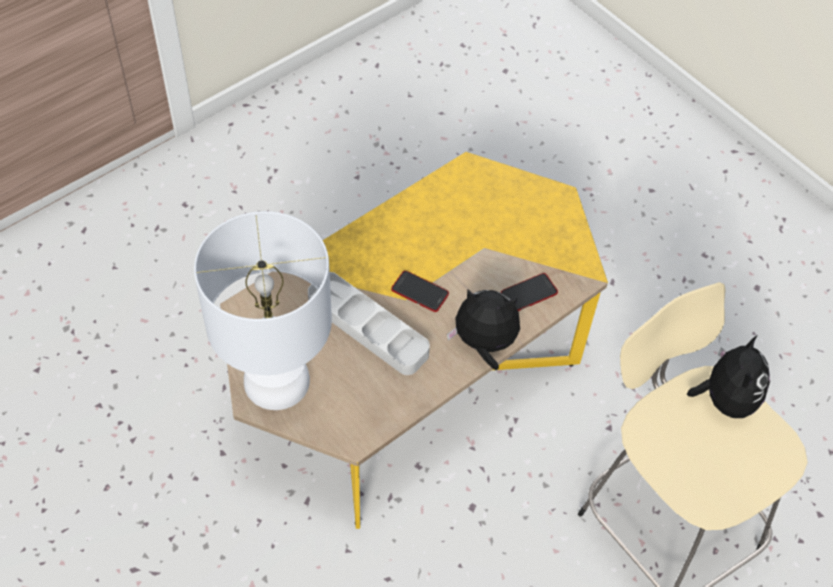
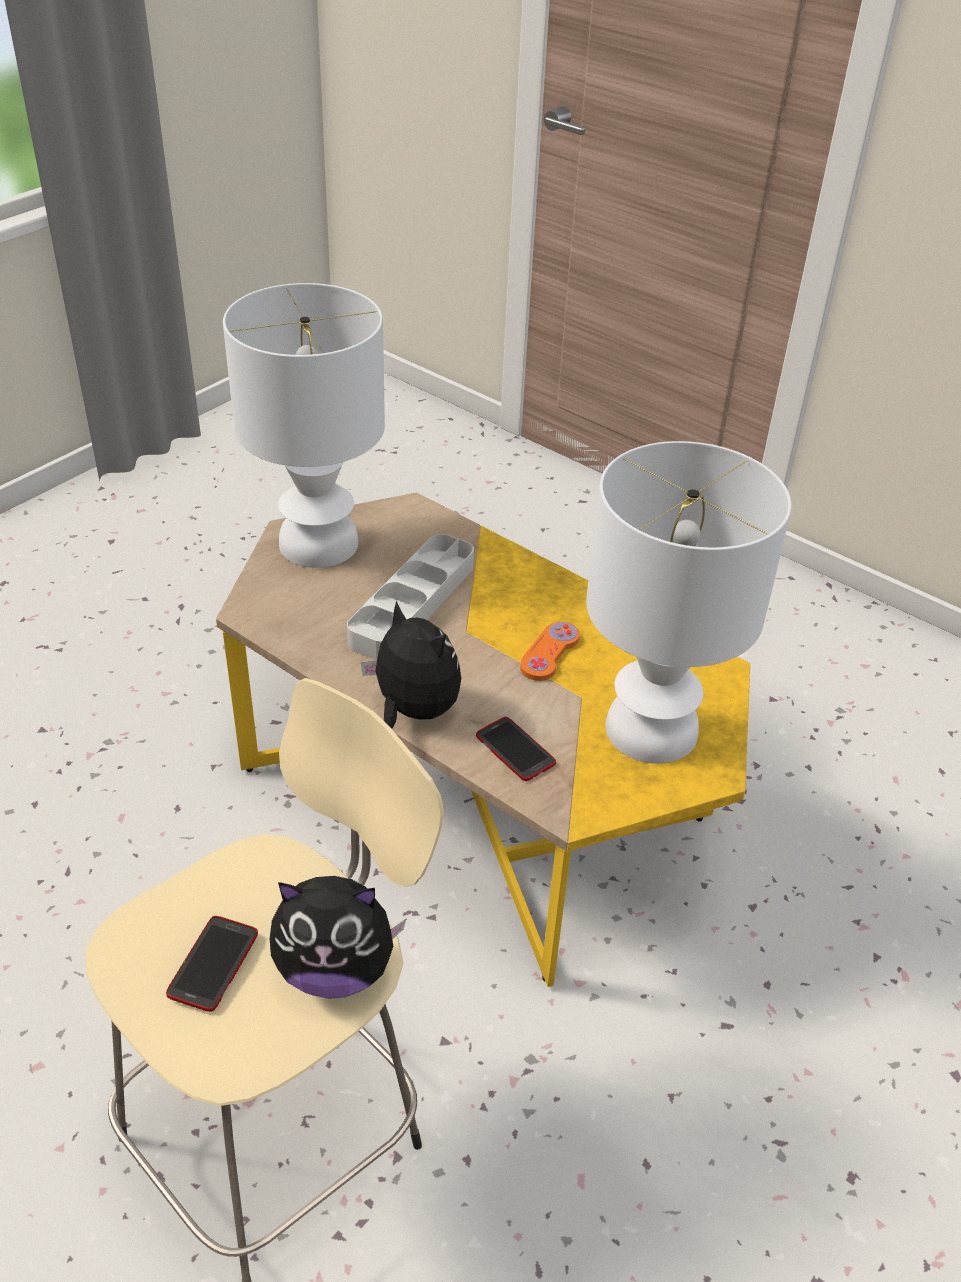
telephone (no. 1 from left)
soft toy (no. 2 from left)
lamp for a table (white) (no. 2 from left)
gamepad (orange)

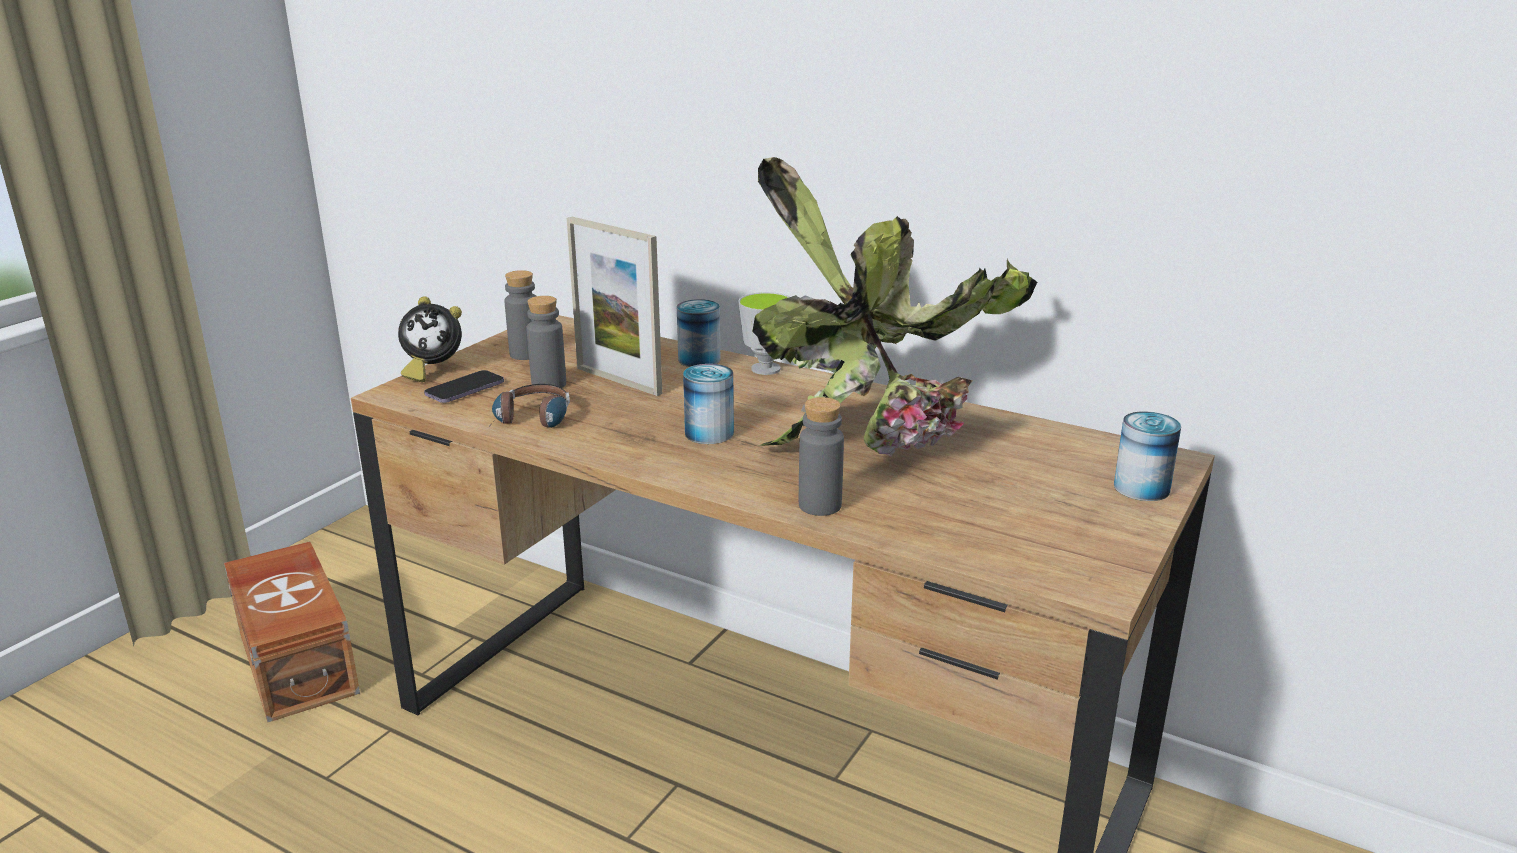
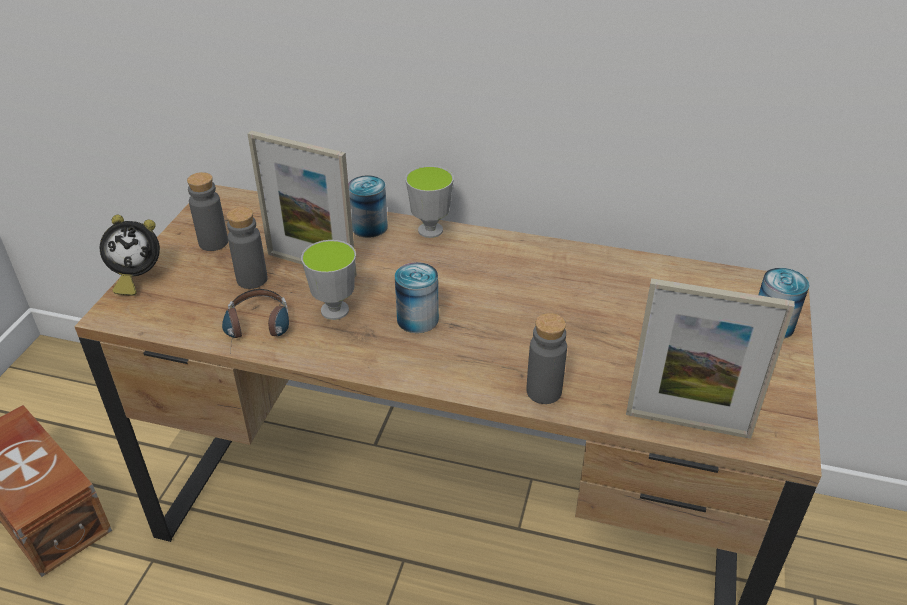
potted plant
telephone
drinking cup (no. 1 from left)
photo frame (no. 2 from left)

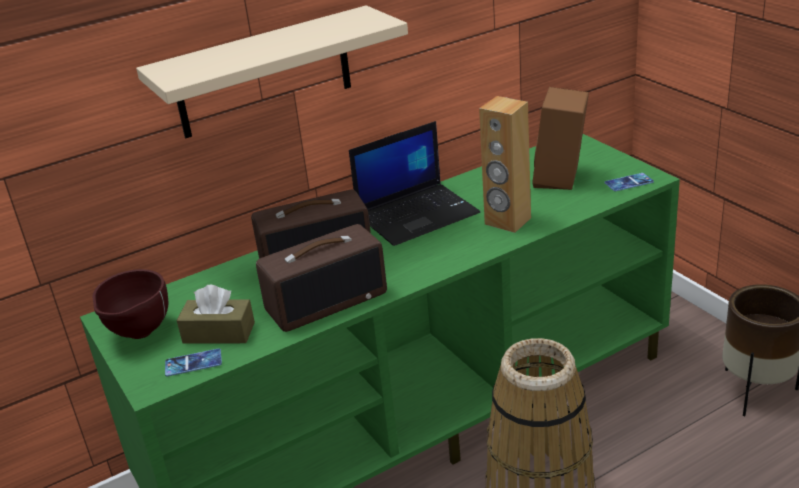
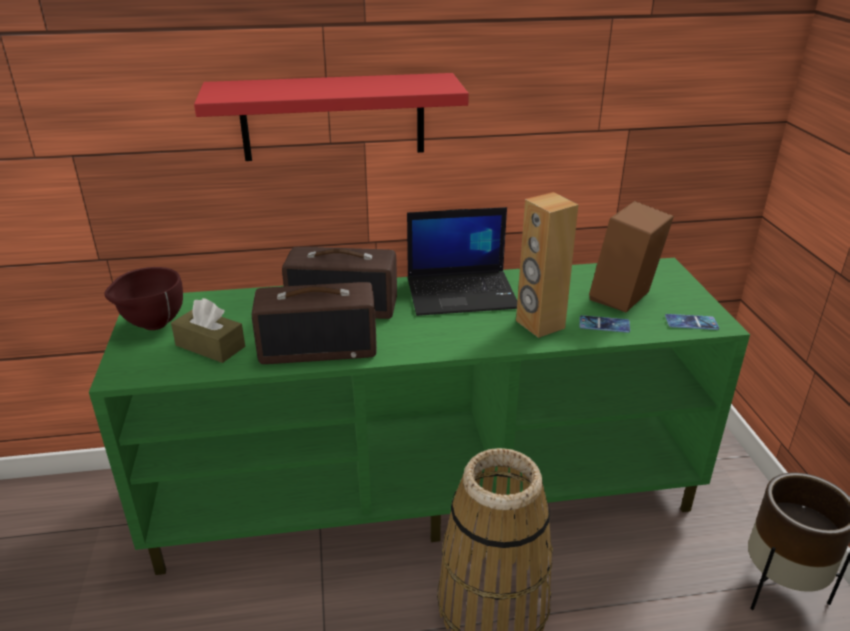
wall shelf (red)
telephone (no. 1 from left)

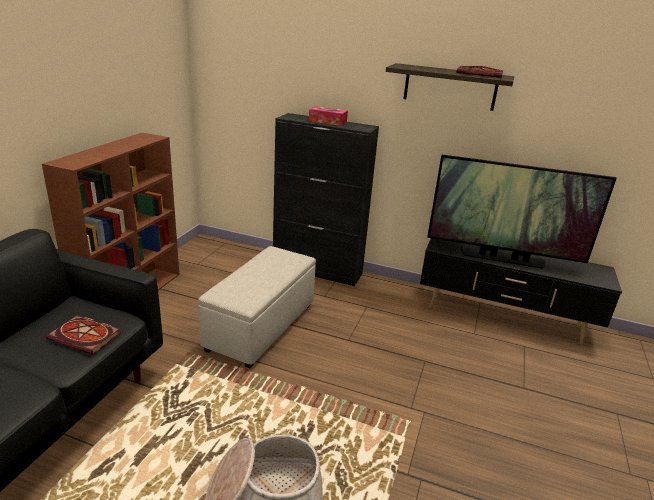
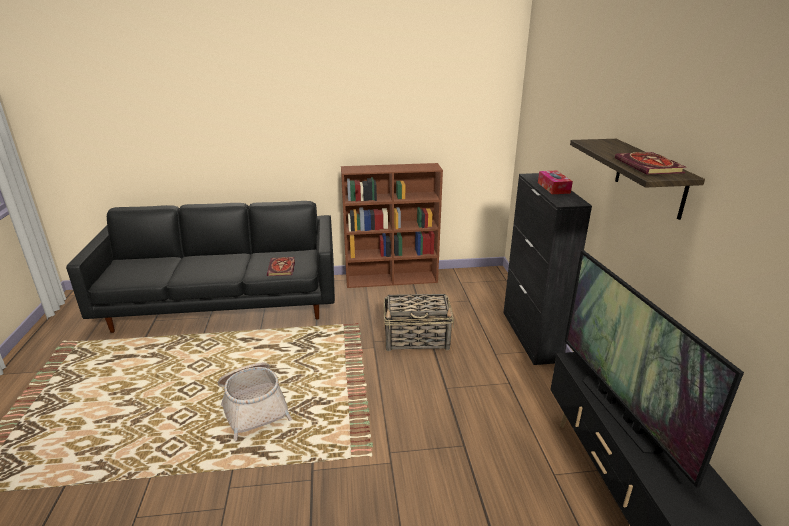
basket (no. 2 from left)

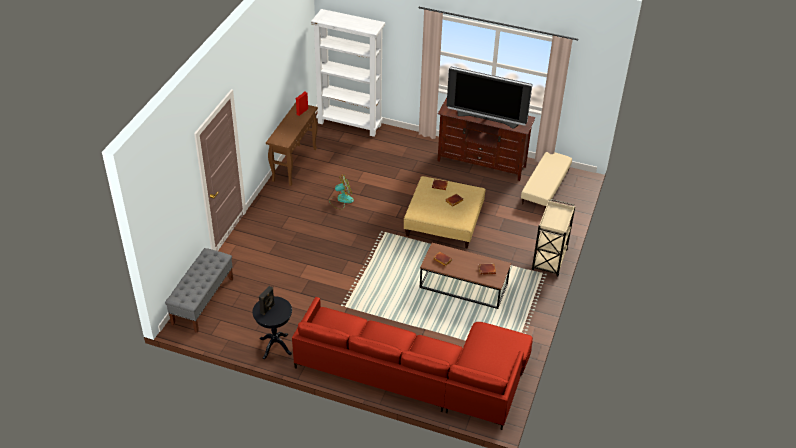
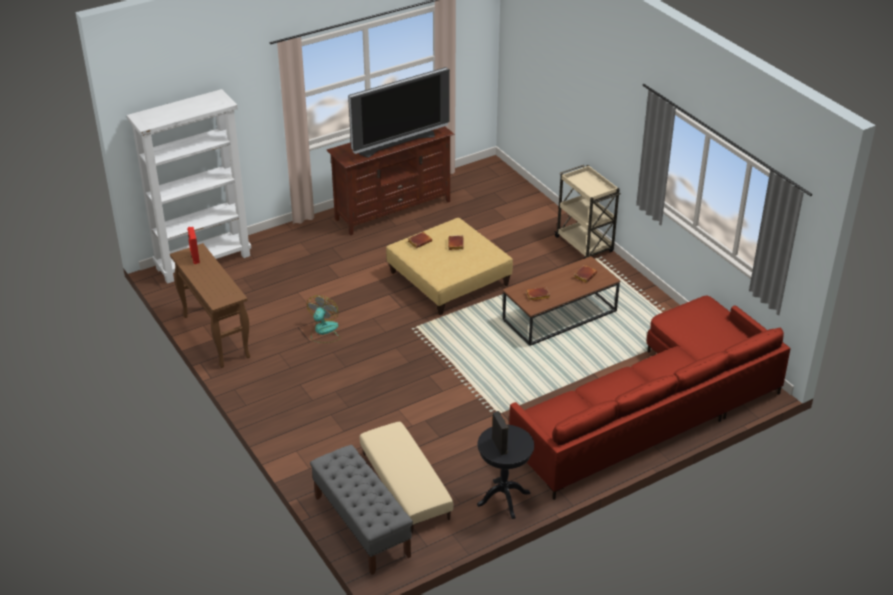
pouffe (beige) (no. 1 from left)

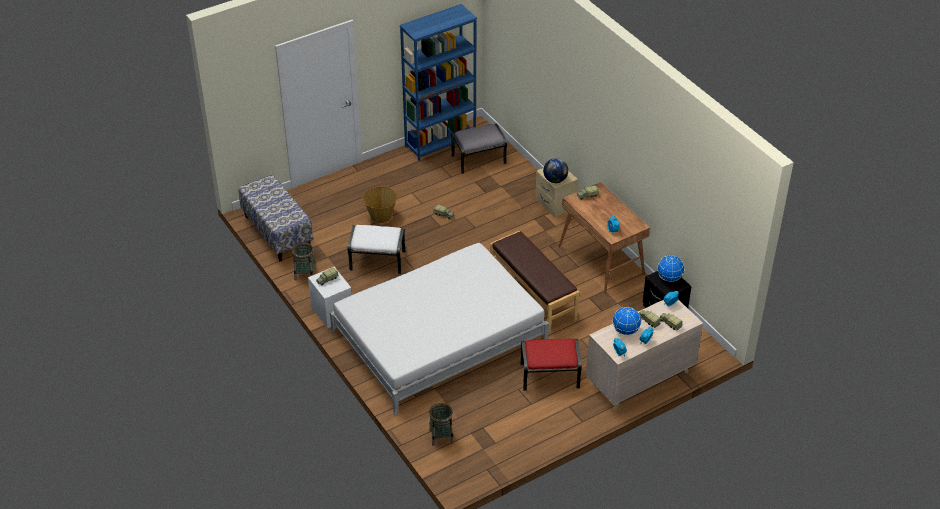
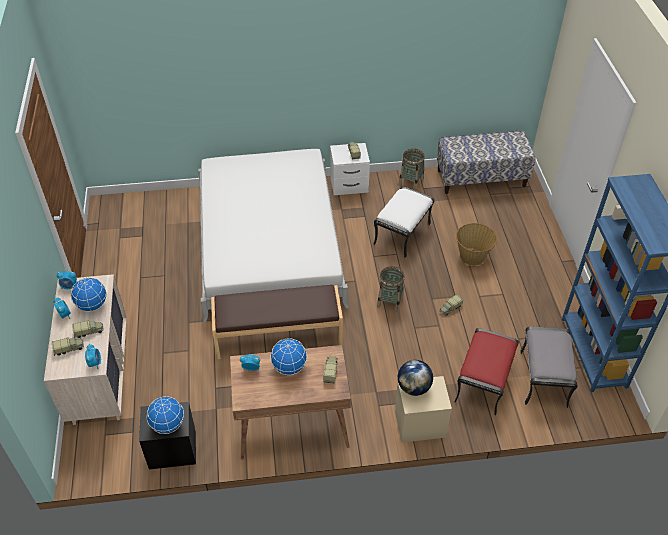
pouffe (red)
basket (no. 1 from left)
world globe (no. 3 from left)

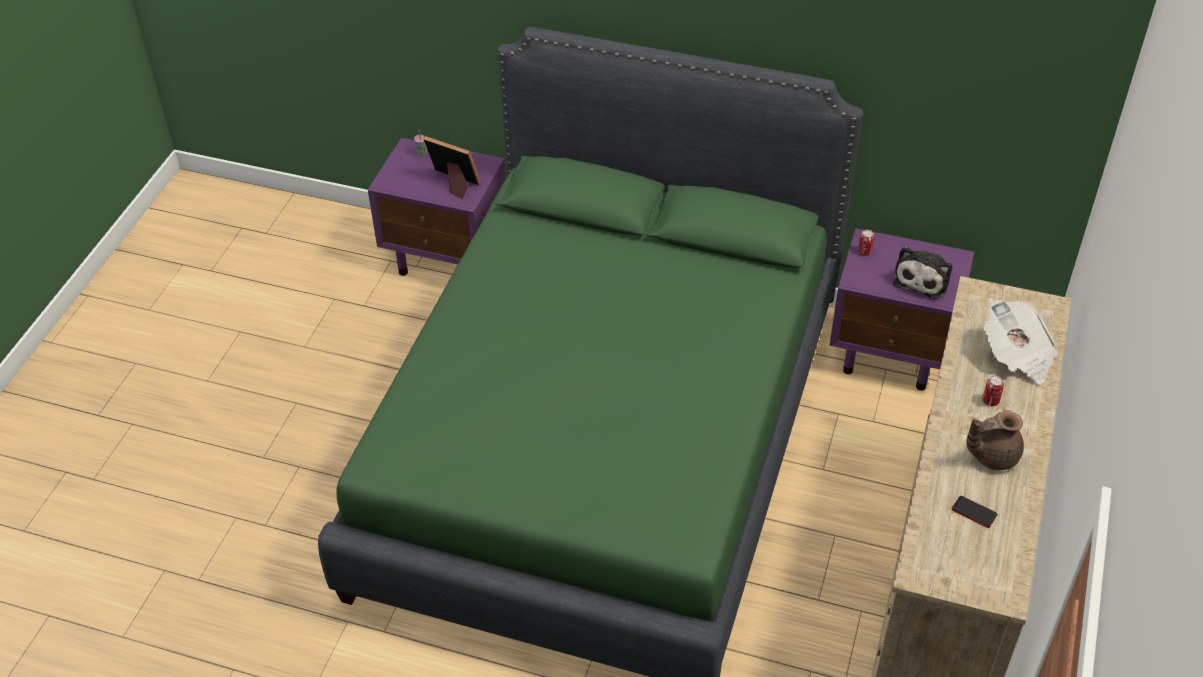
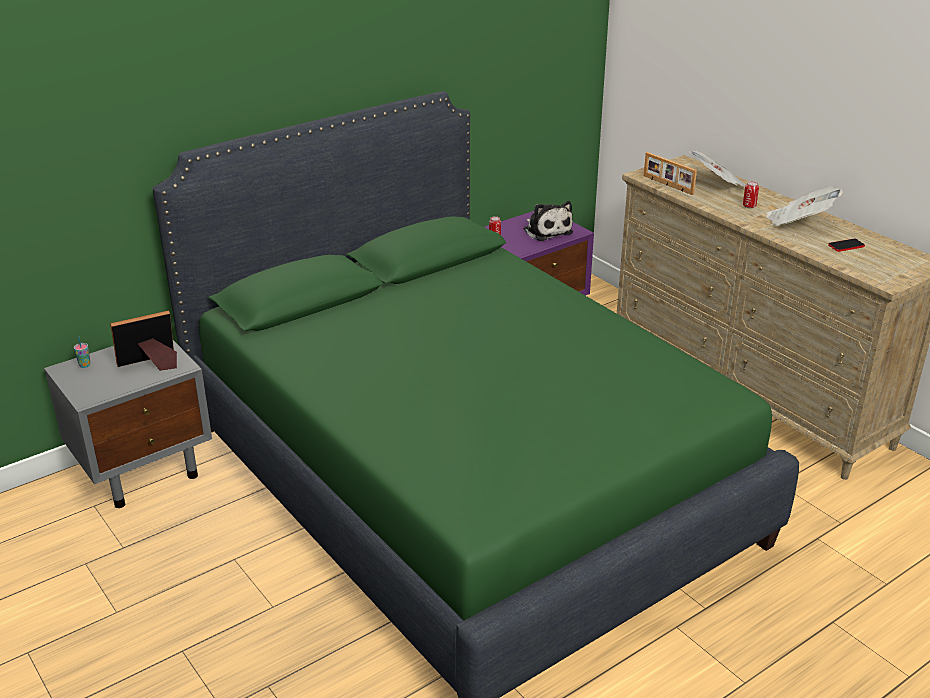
night table (greyish)
newspaper (no. 2 from left)
photo frame (no. 2 from left)

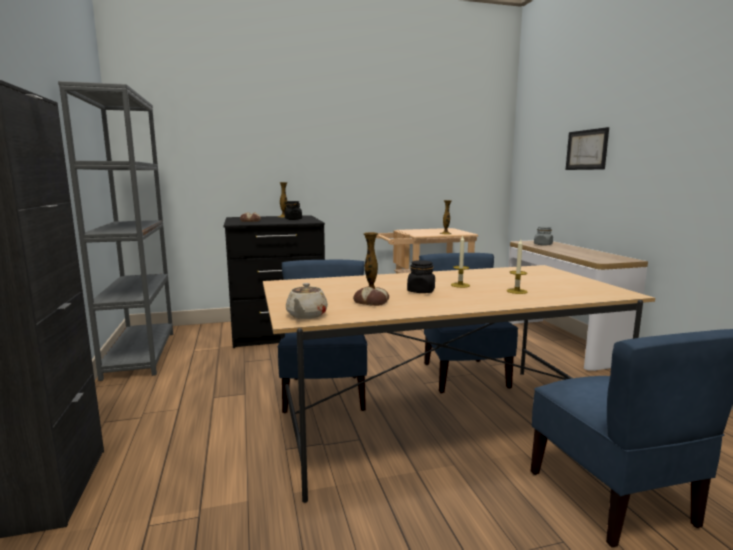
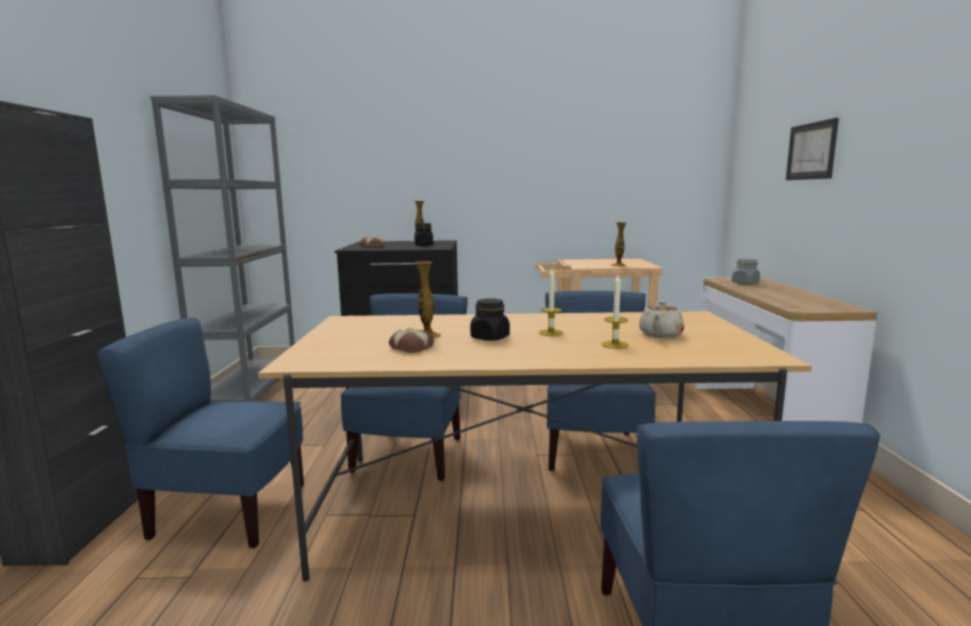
tea pot (beige)
plain chair (bluish) (no. 1 from left)

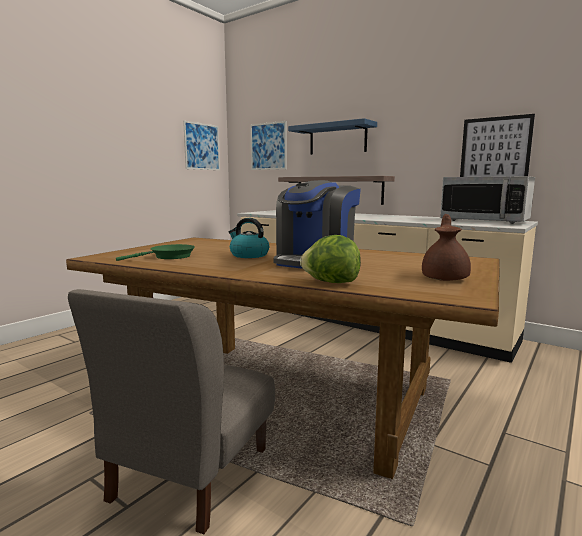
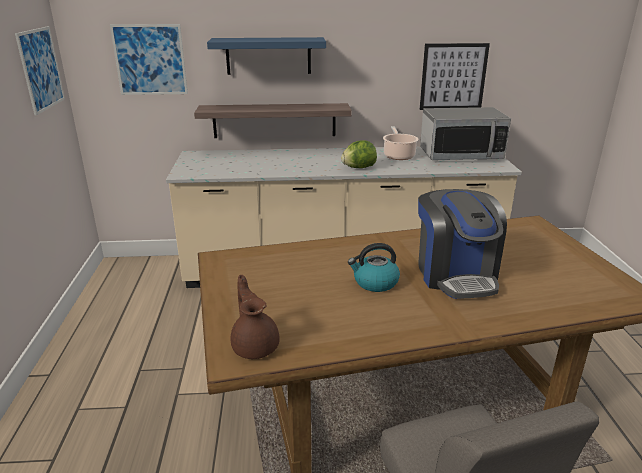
tea pot (brown)
lettuce
pan (green-coloured)
saucepot

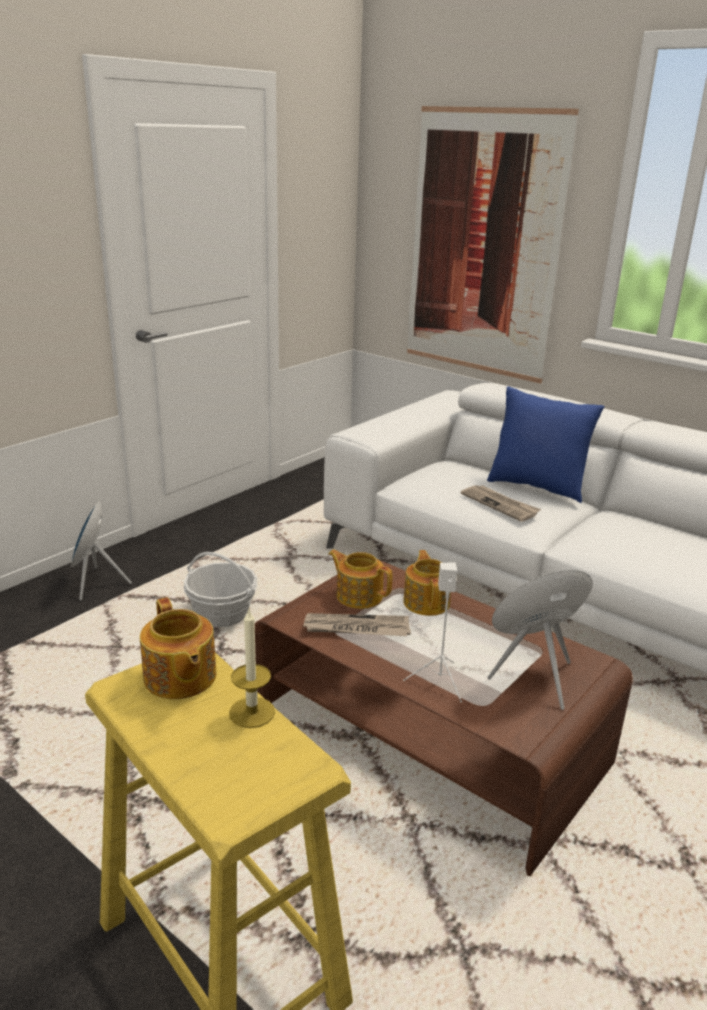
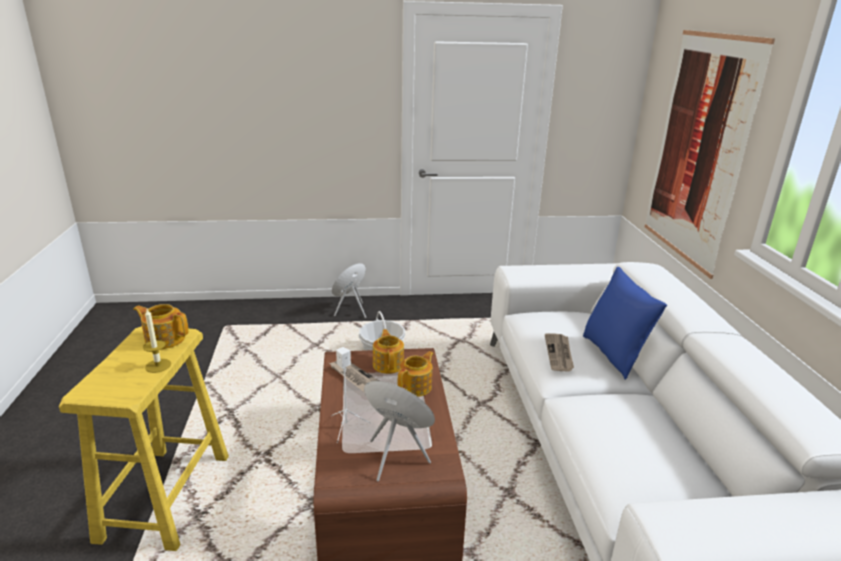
tea pot (no. 1 from left)

